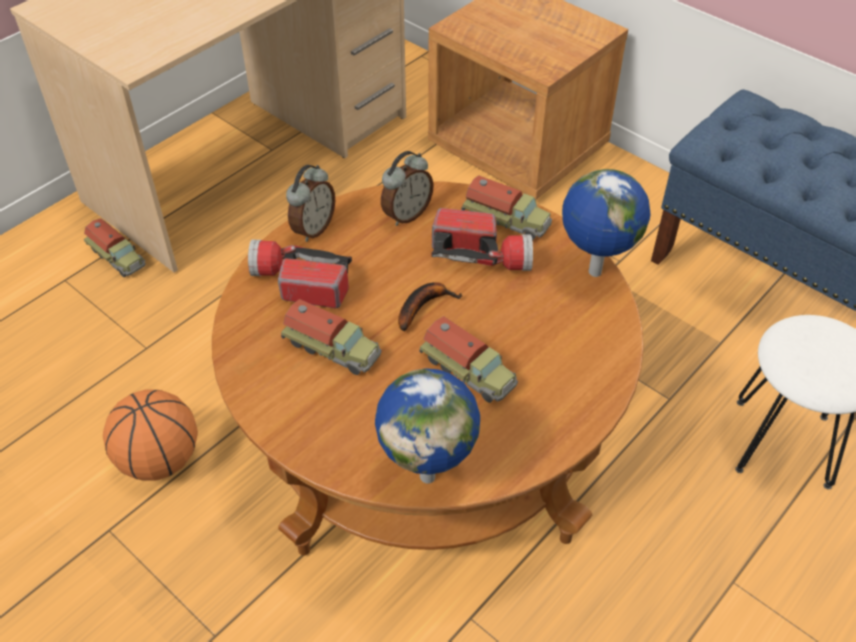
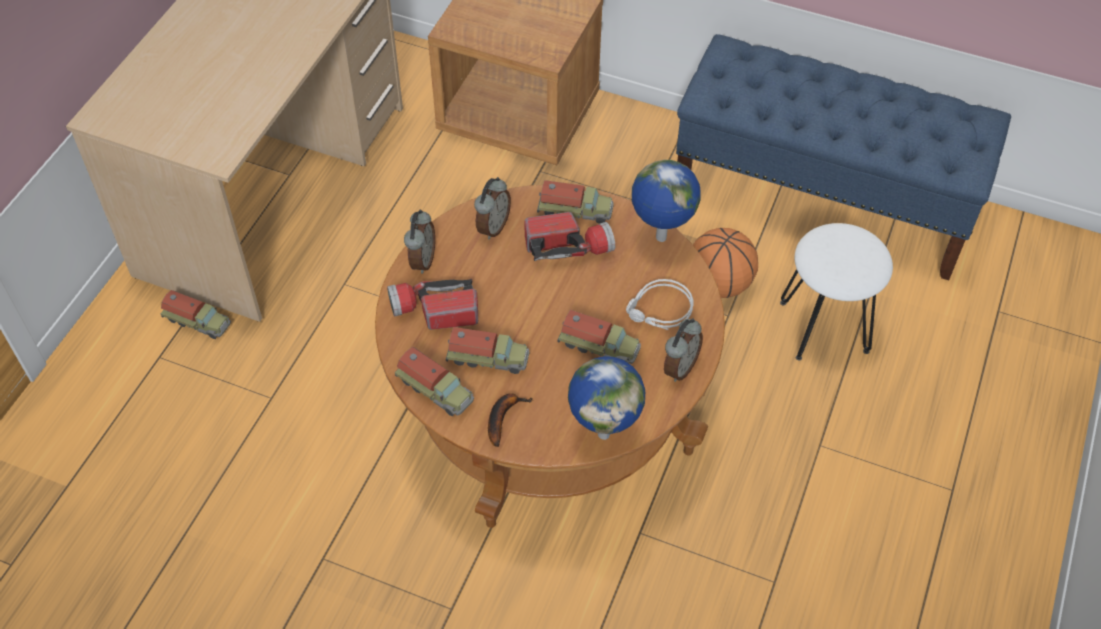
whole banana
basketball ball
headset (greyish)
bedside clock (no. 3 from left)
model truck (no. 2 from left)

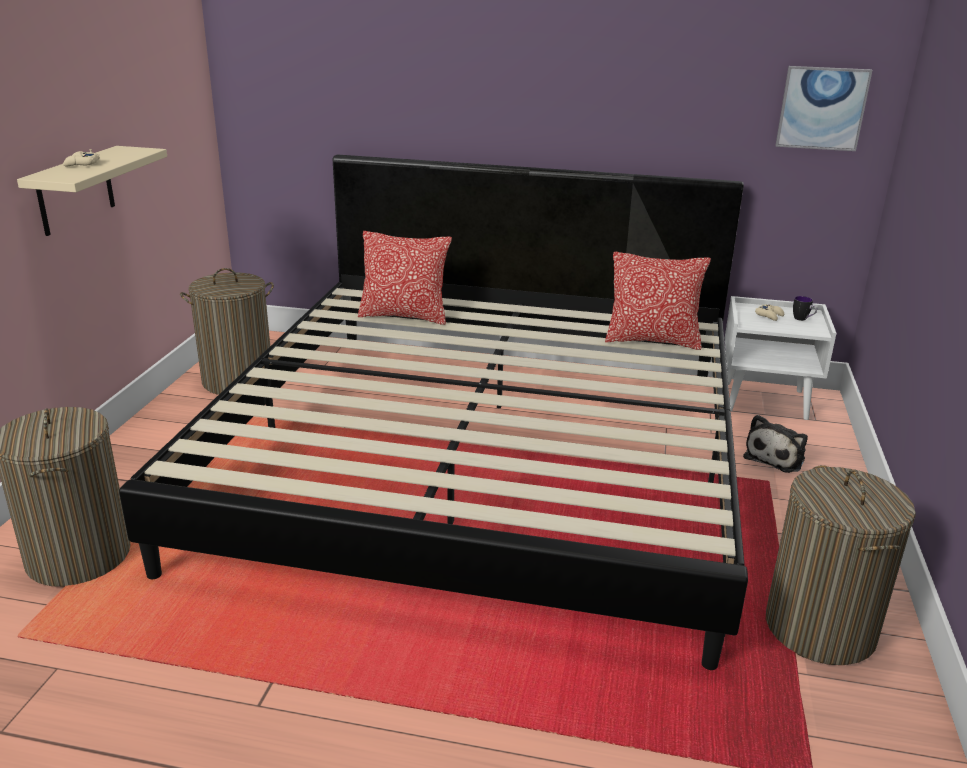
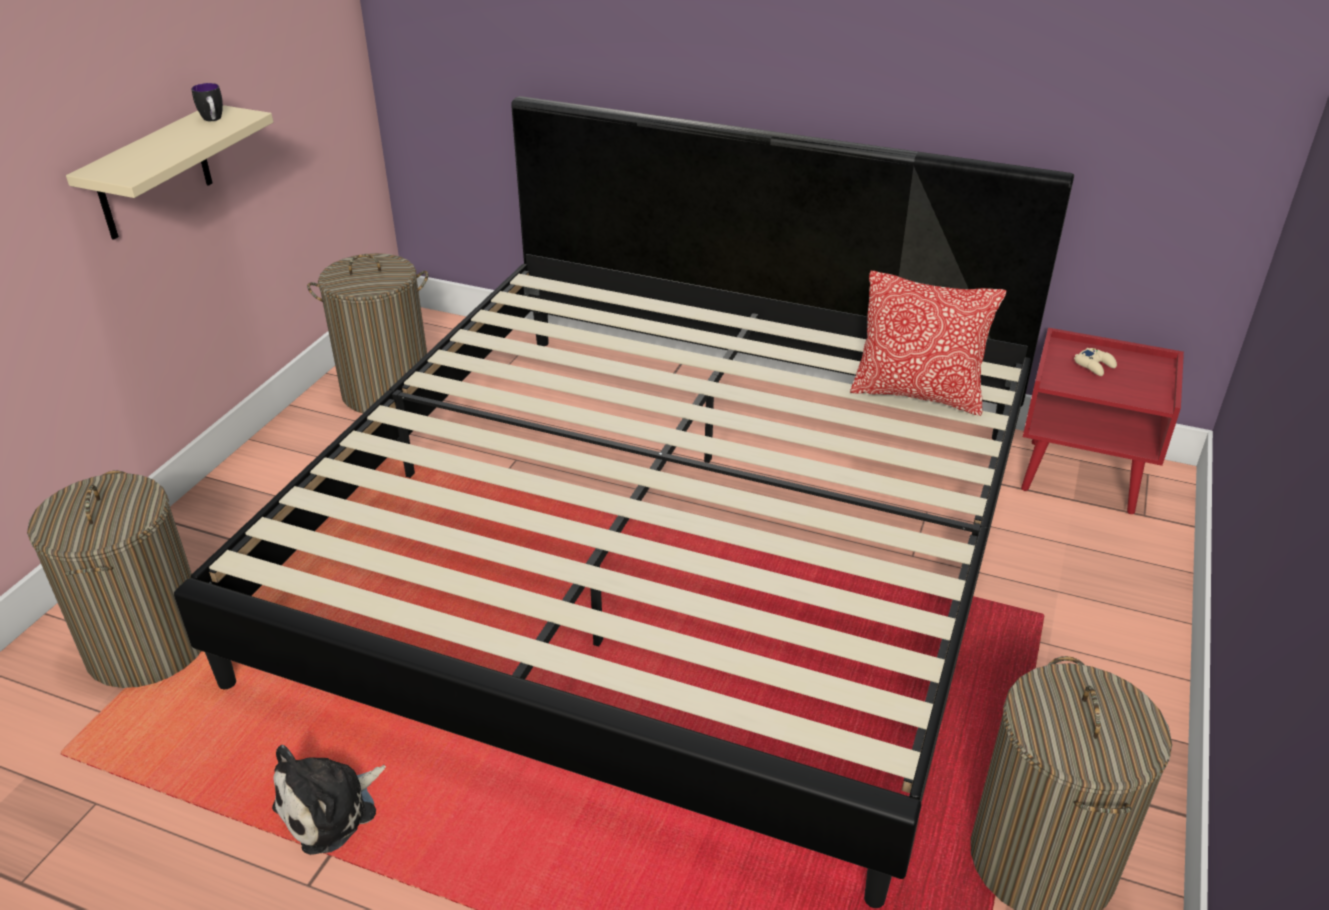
picture
gamepad (beige) (no. 1 from left in the first image)
cushion (no. 1 from left in the first image)
night table (red)
coffee mug
soft toy

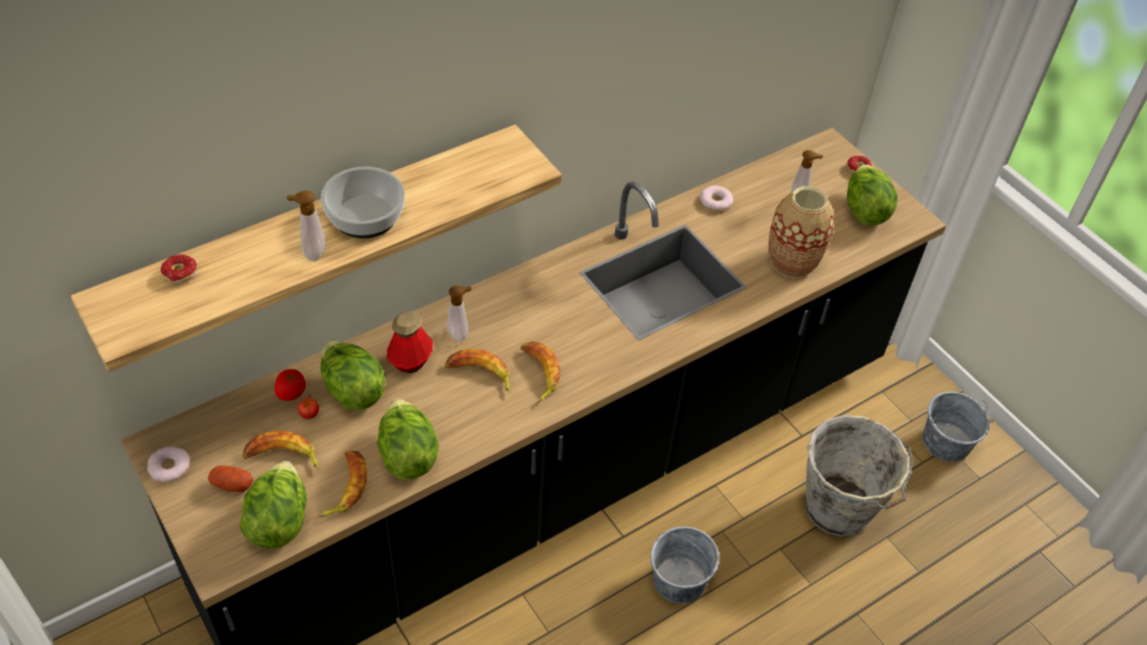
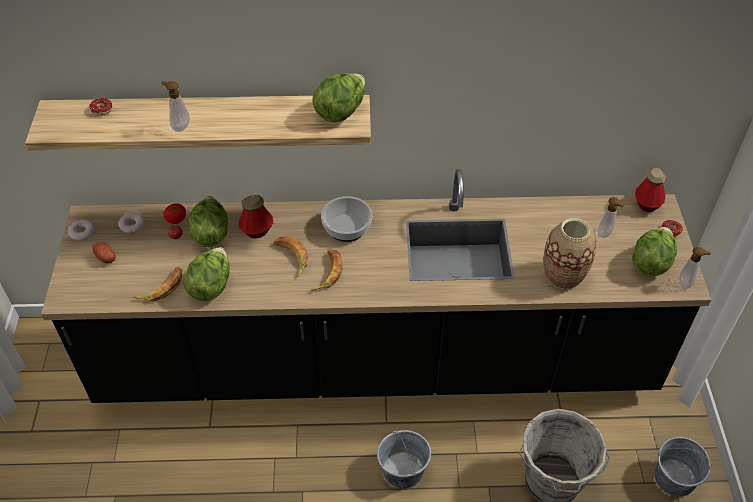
deep dish
doughnut (no. 3 from left)
soap dispenser (no. 3 from left)
whole banana (no. 1 from left in the first image)
lettuce (no. 3 from left)
bottle (no. 2 from left)

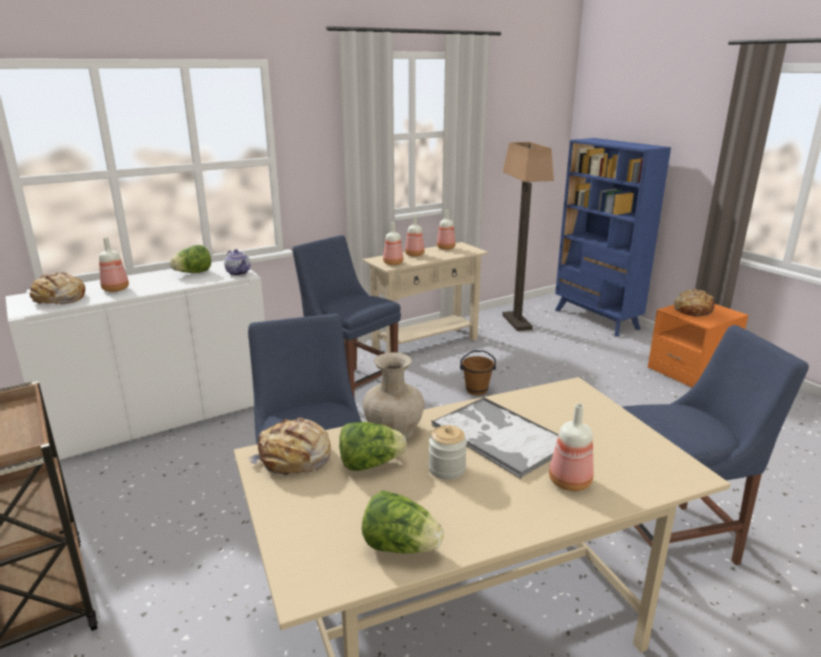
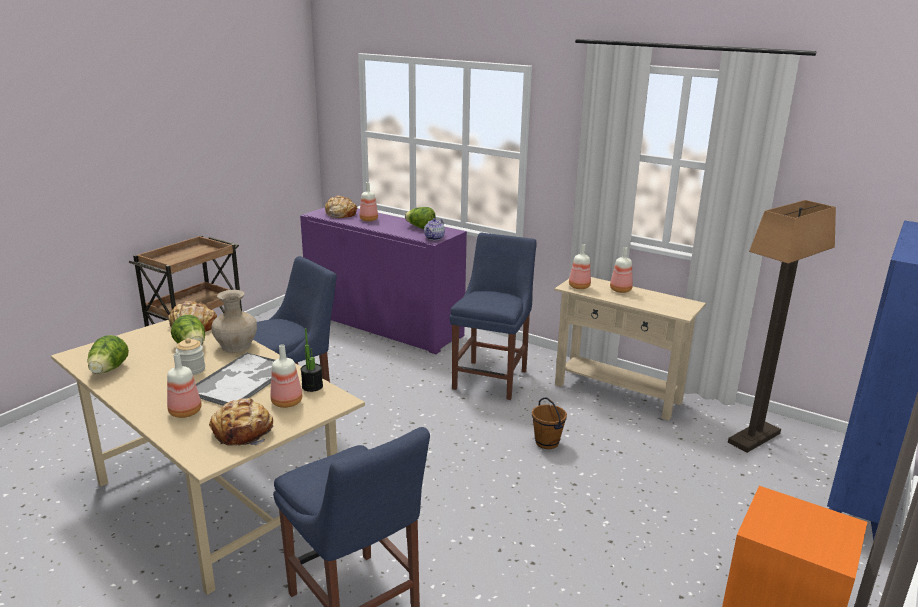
bottle (no. 2 from left)
storage cabinet (purplish)
bakery bread (no. 2 from left)
potted plant

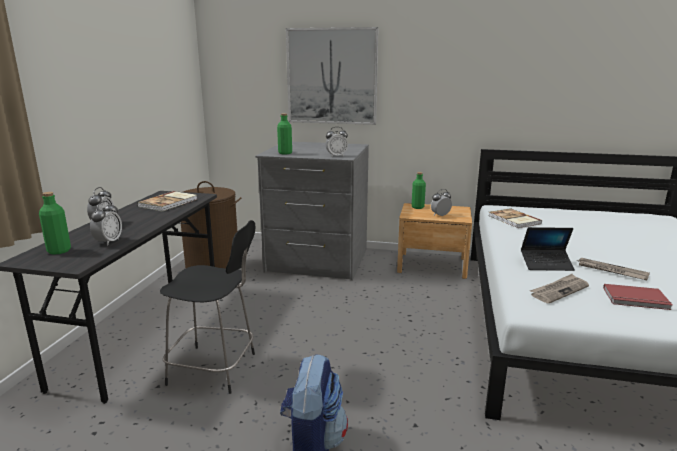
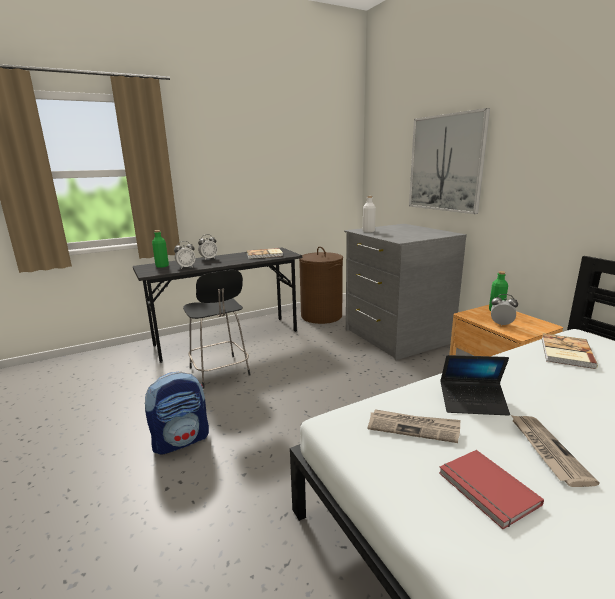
bottle (white)
bedside clock (no. 3 from left in the first image)
notebook computer

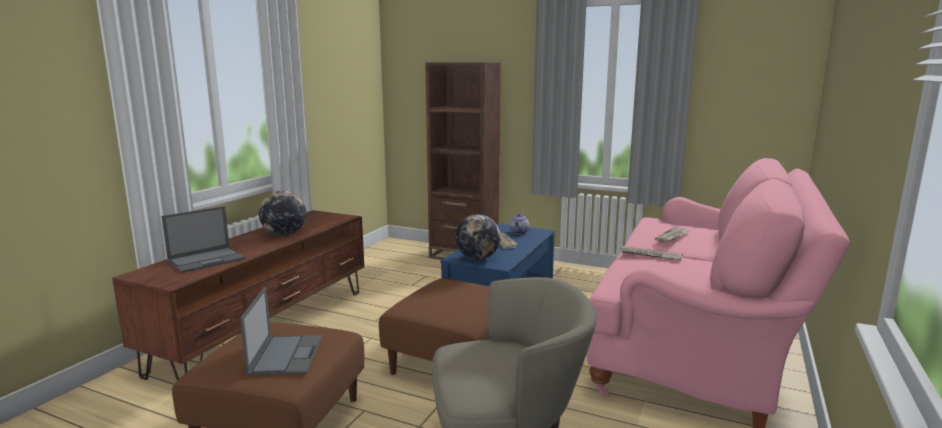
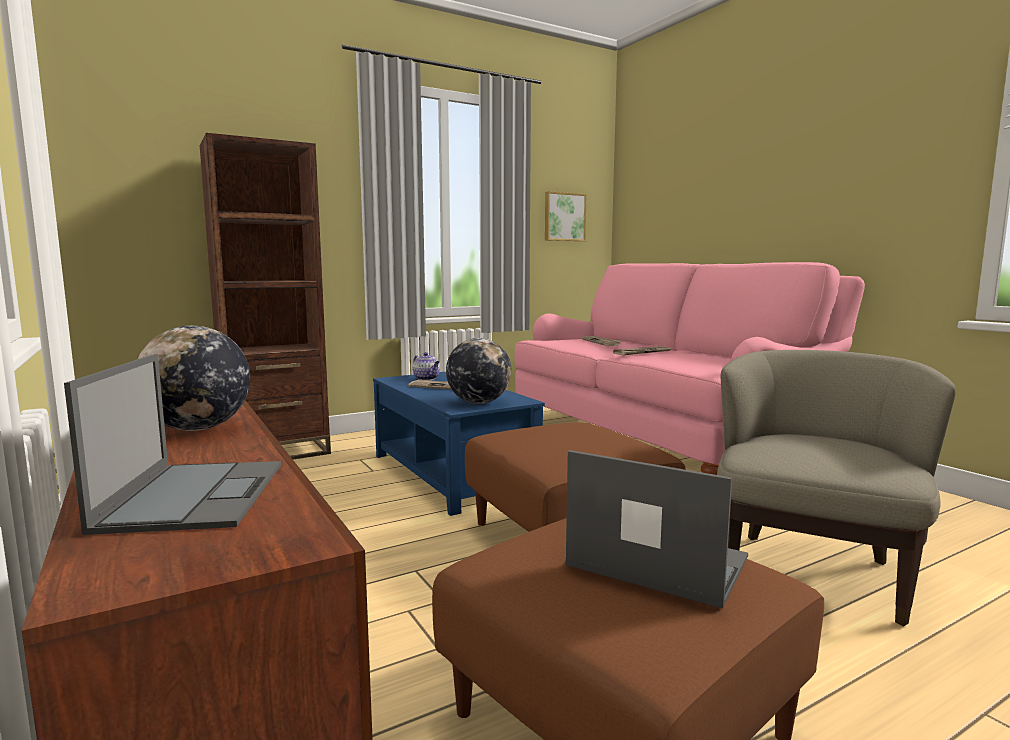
picture

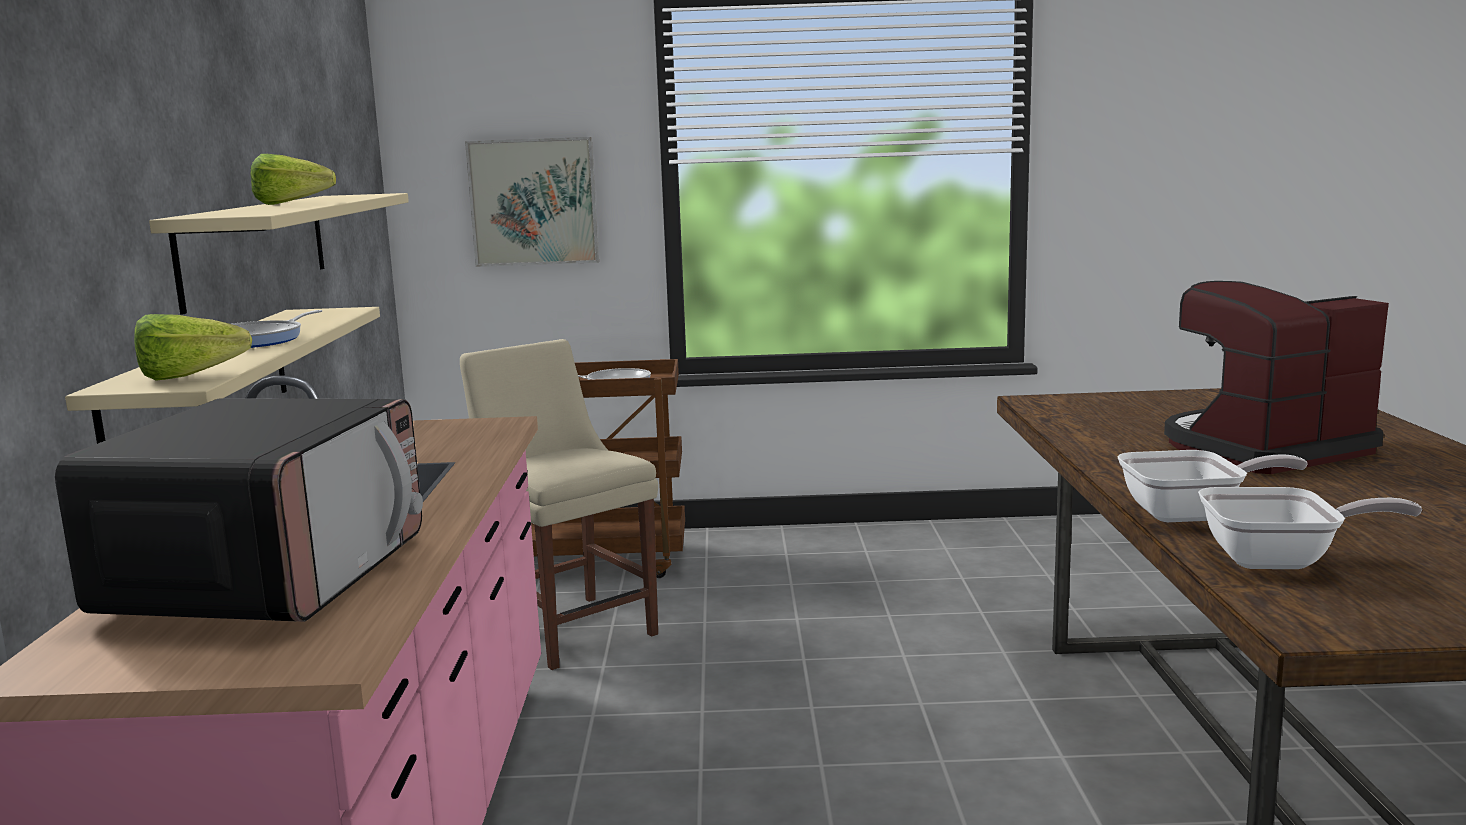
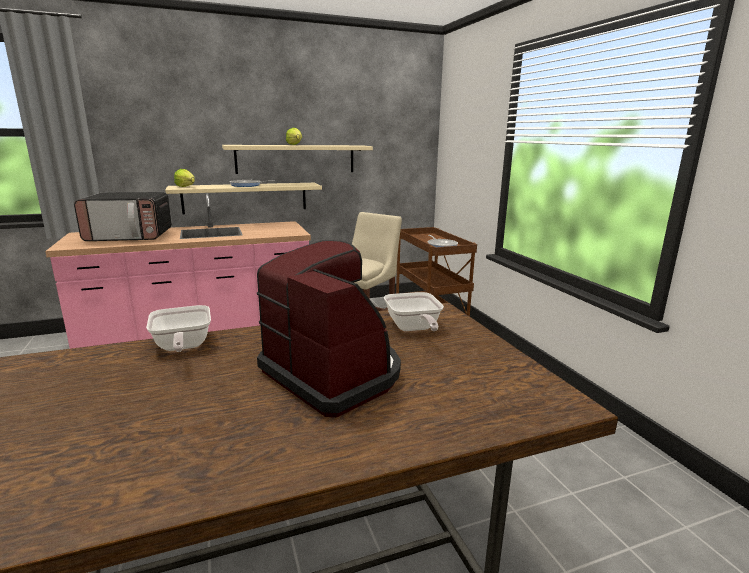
picture
pan (no. 3 from left)

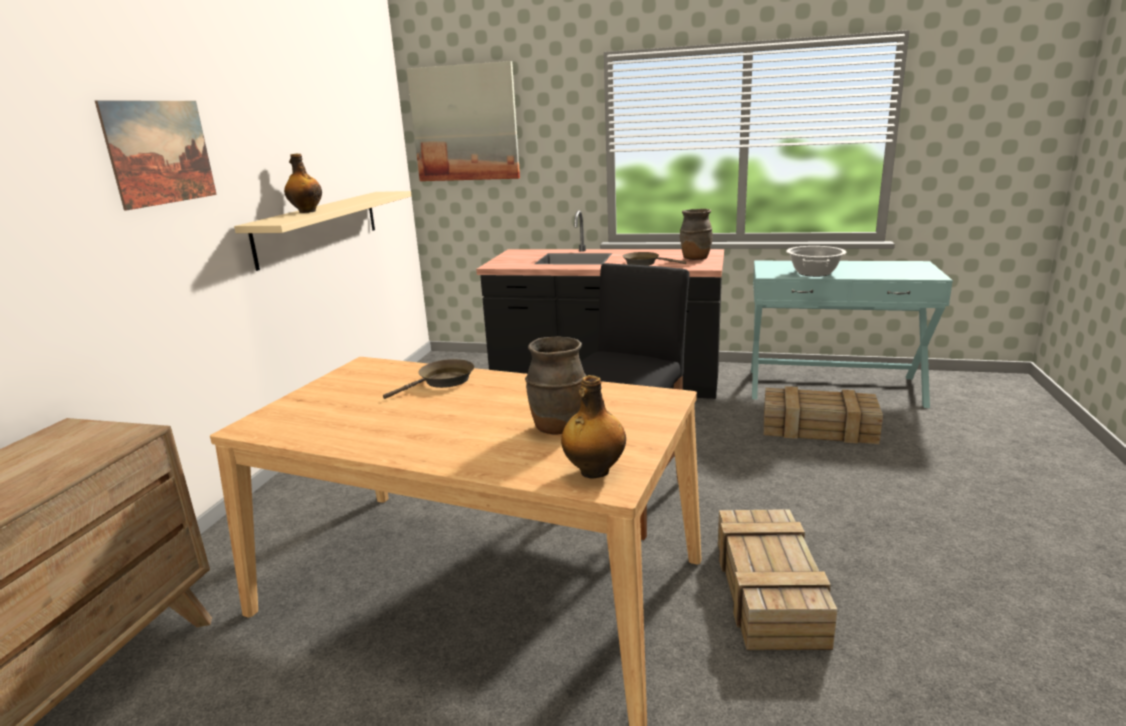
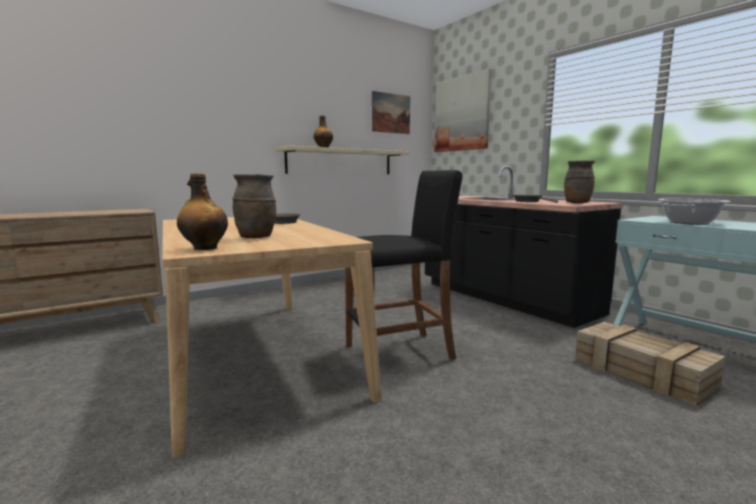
picture (no. 1 from left)
shipping crate (no. 1 from left in the first image)

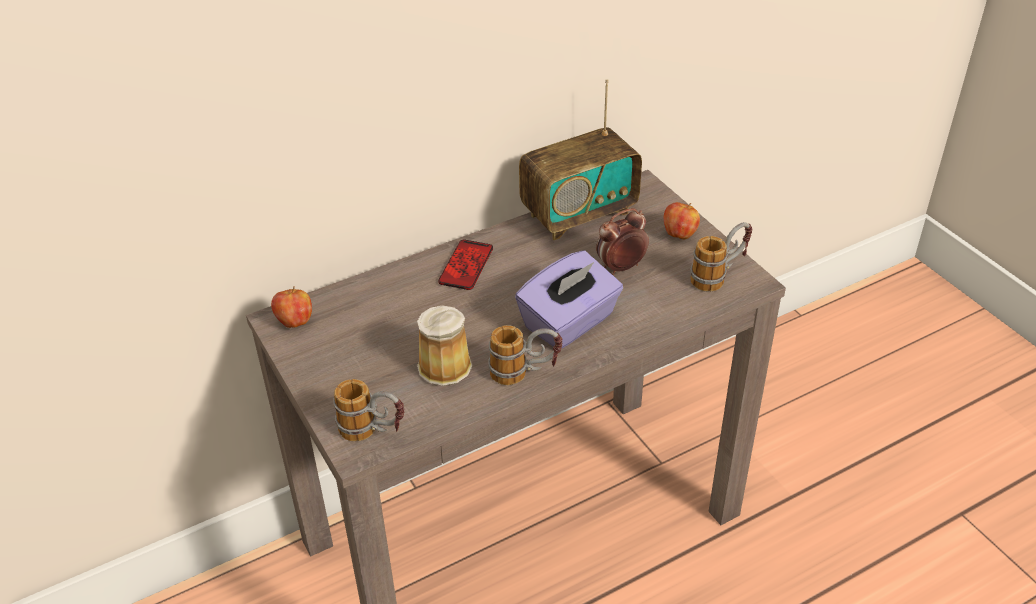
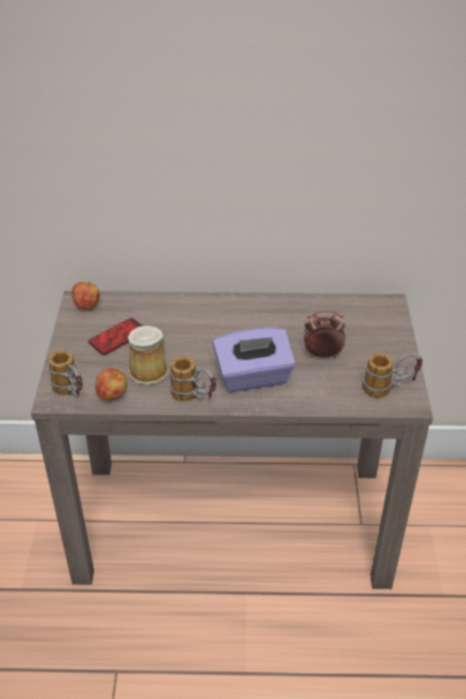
radio
apple fruit (no. 2 from left)
telephone

